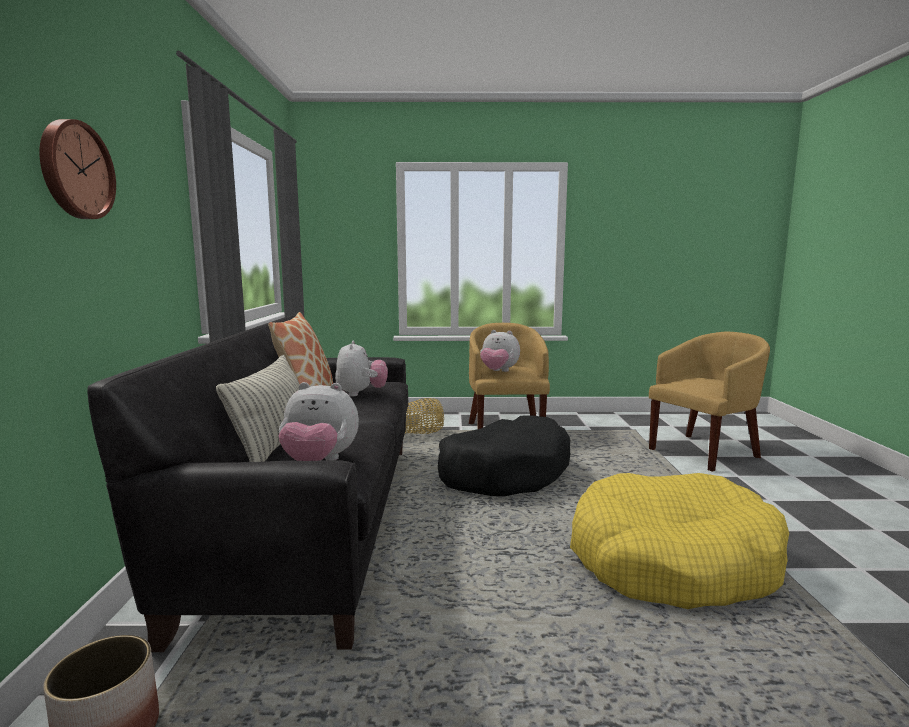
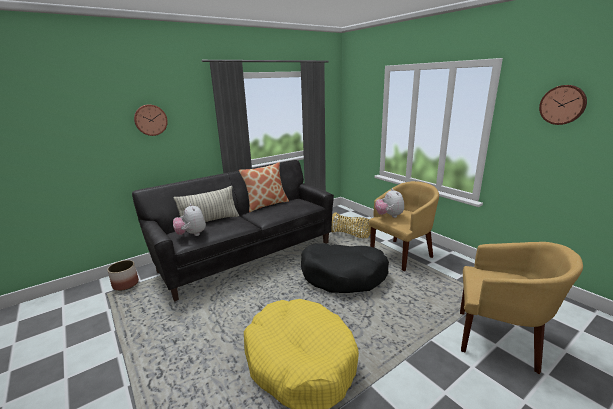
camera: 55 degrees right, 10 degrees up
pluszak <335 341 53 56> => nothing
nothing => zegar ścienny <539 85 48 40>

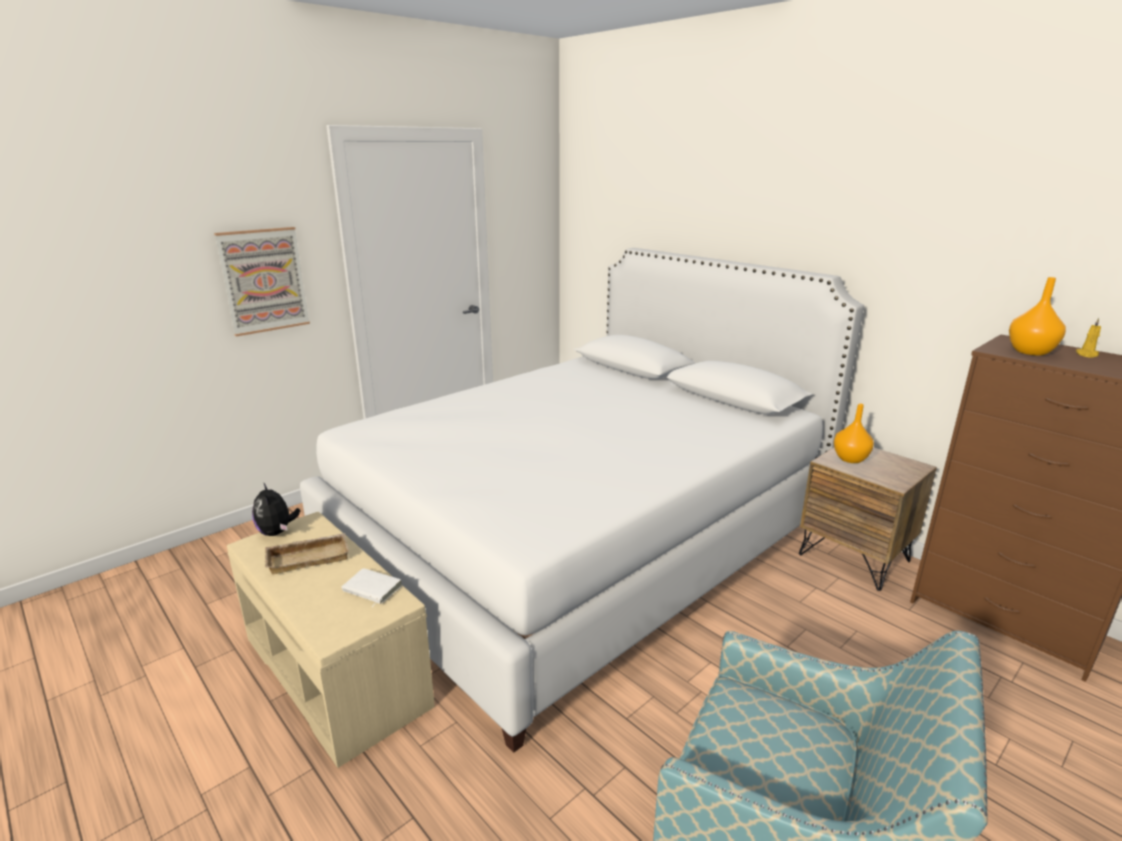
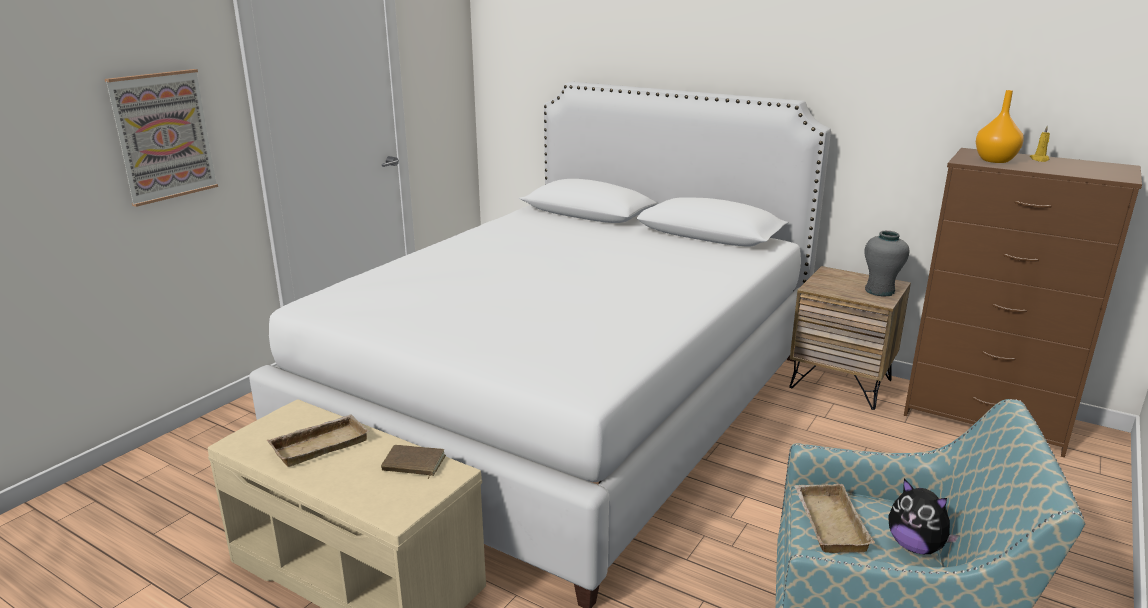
camera: 15 degrees left, 0 degrees up
pluszak <252 482 48 54> => pluszak <888 478 72 76>, shifted
książka [biały] <342 568 60 39> => książka [brązowy] <381 445 65 34>
wazon [pomarańczowy] <834 403 40 60> => nothing
nothing => taca [beżowy] <794 484 81 69>
nothing => wazon [szary] <864 231 45 65>

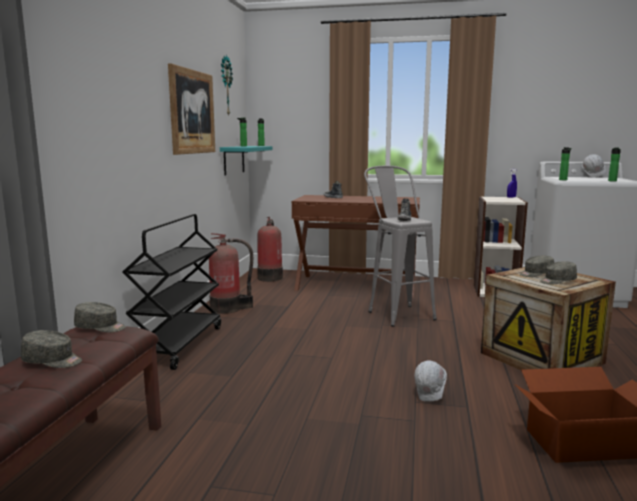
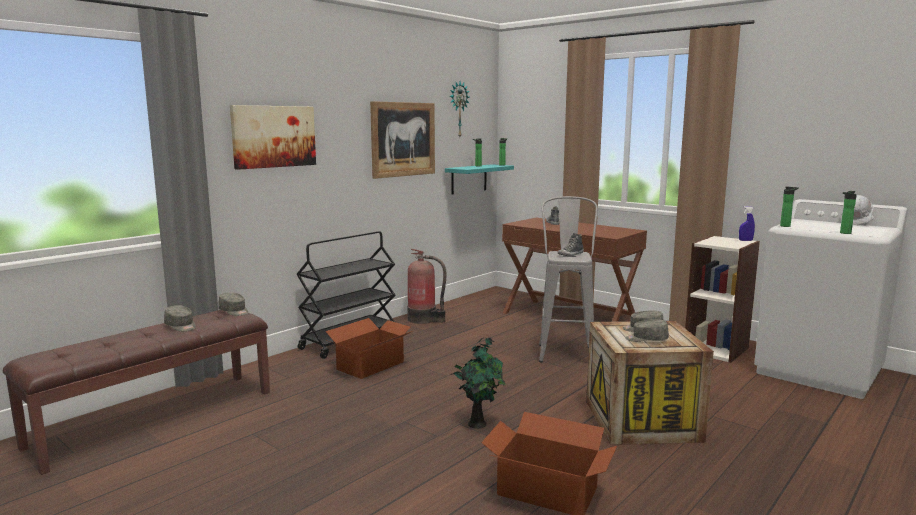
camera: 30 degrees right, 0 degrees up
gaśnica <257 217 26 65> => nothing
kask [biały] <414 360 33 42> => roślina doniczkowa <451 338 55 91>
nothing => obraz <230 105 86 65>
nothing => karton <325 318 88 61>

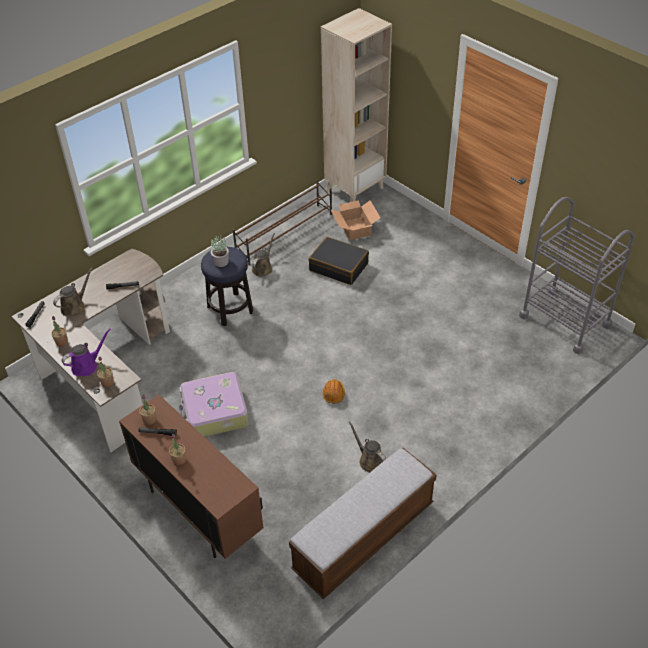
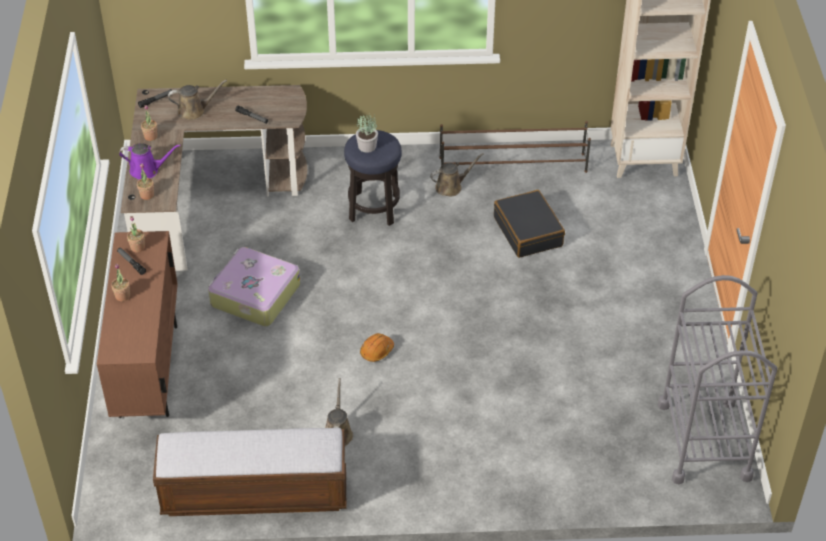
camera: 40 degrees right, 0 degrees up
karton <330 200 51 40> => nothing

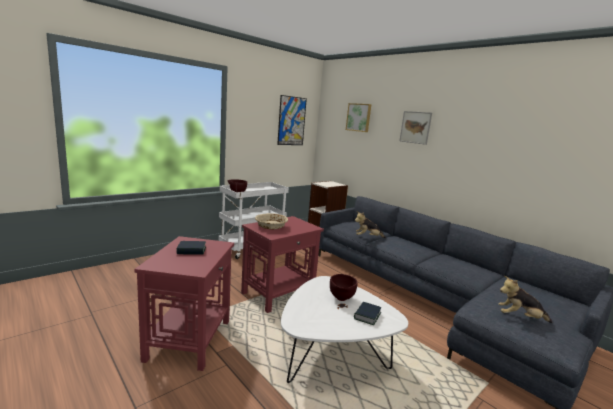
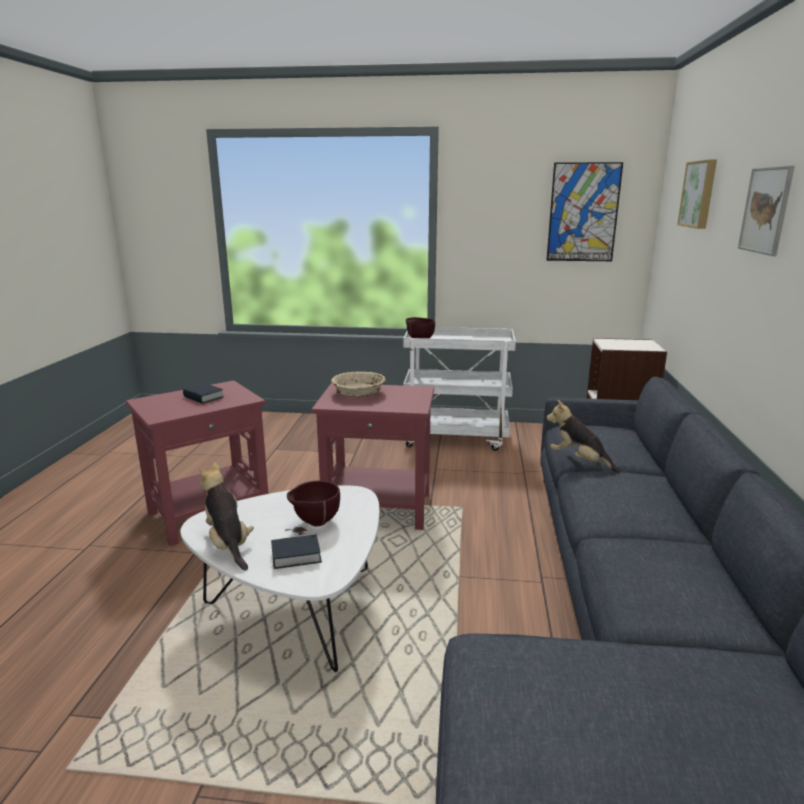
camera: 50 degrees right, 5 degrees up
pluszak <499 275 53 48> => pluszak <199 462 55 109>, shifted

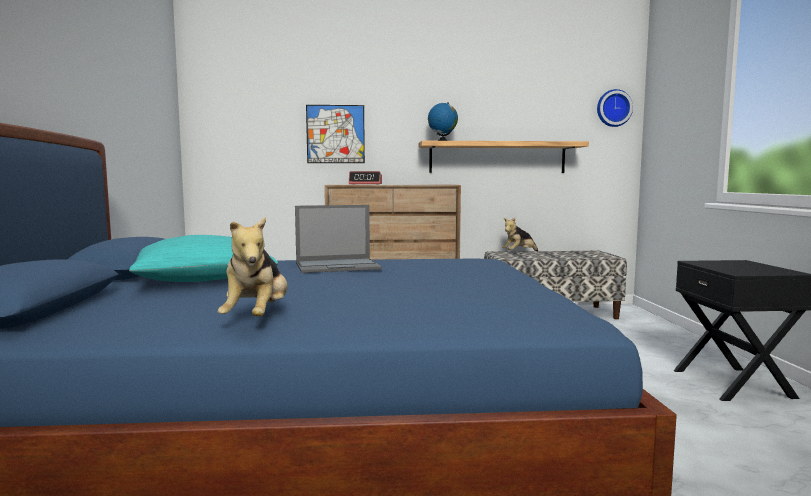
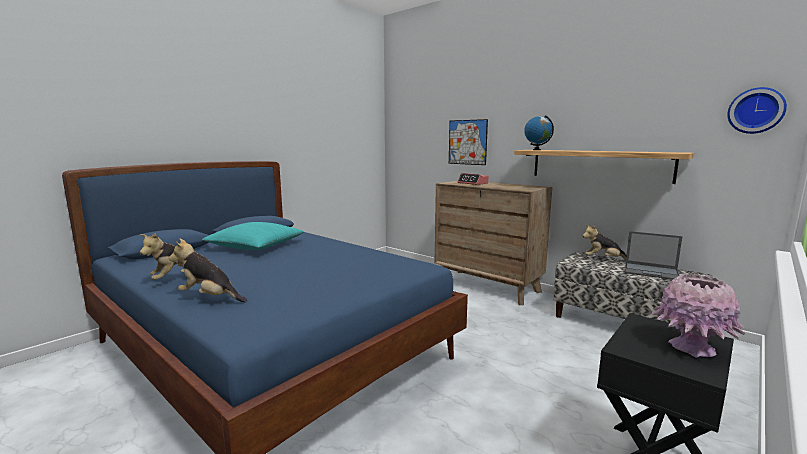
camera: 45 degrees right, 5 degrees up
laptop <295 205 87 68> => laptop <625 231 57 49>, shifted
nothing => pluszak <169 239 78 63>
nothing => wazon [różowy] <651 273 94 85>

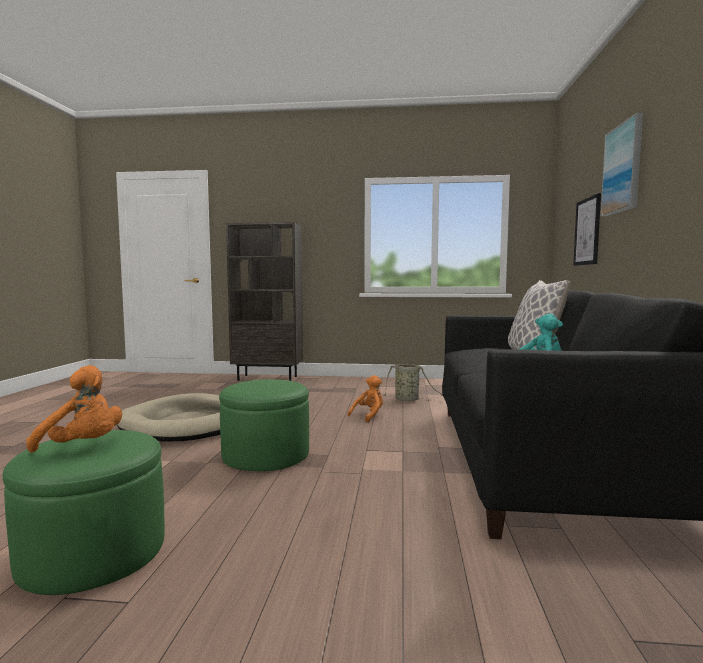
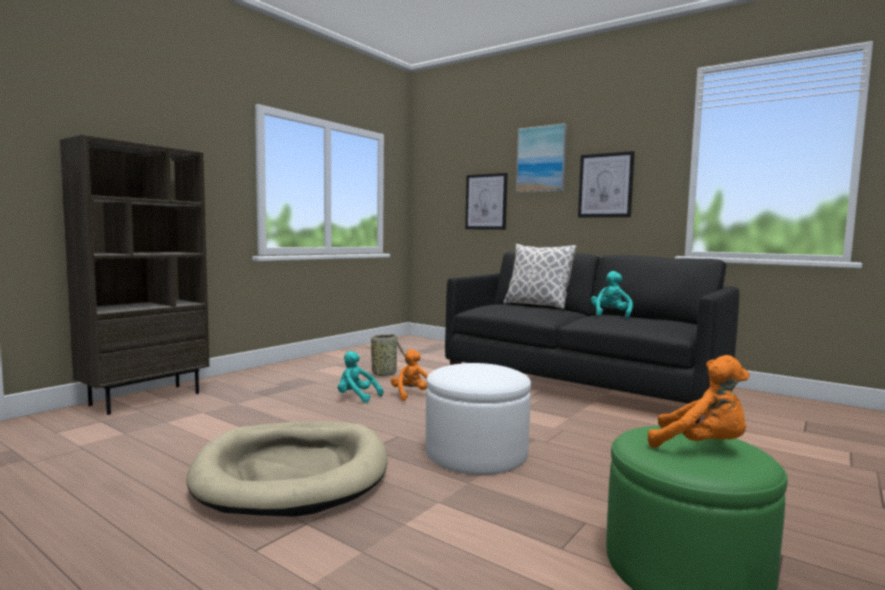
camera: 60 degrees left, 0 degrees up
pluszak [pomarańczowy] <26 365 96 88> => pluszak [pomarańczowy] <648 355 102 93>, 75 degrees clockwise
pufa [zielony] <219 379 90 92> => pufa [biały] <426 363 105 112>
nothing => pluszak [turkusowy] <338 351 45 52>
nothing => obraz <578 151 57 67>

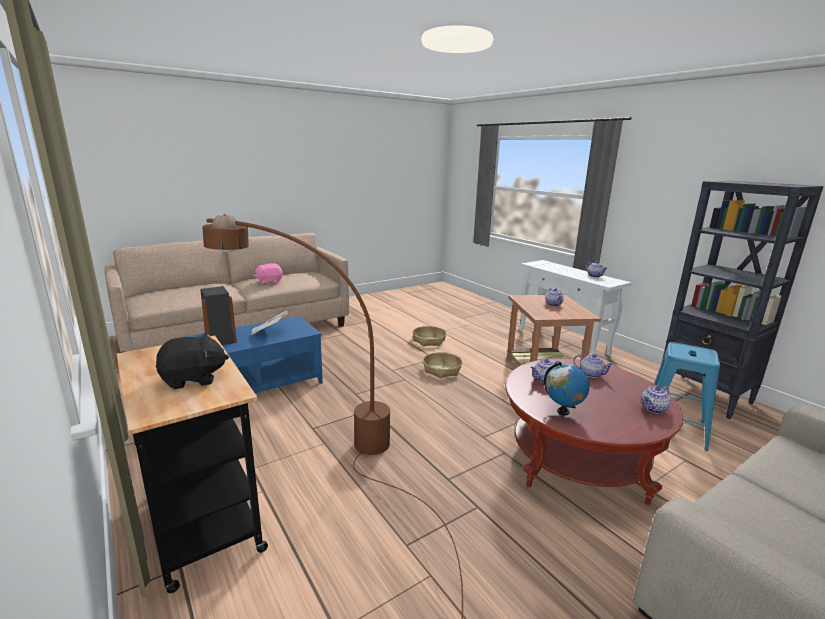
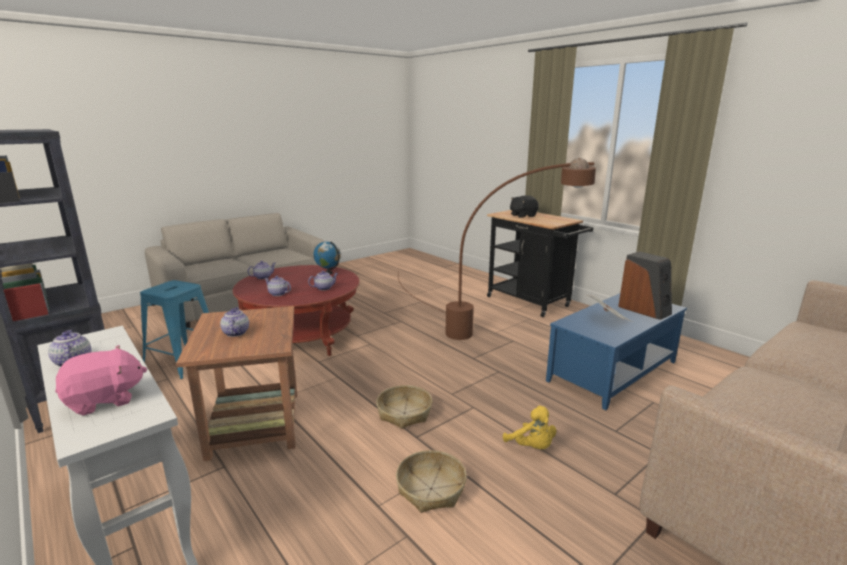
camera: 175 degrees right, 0 degrees up
pluszak [różowy] <253 263 30 22> => pluszak [różowy] <55 345 92 71>, shifted
nothing => pluszak [żółty] <503 406 53 43>

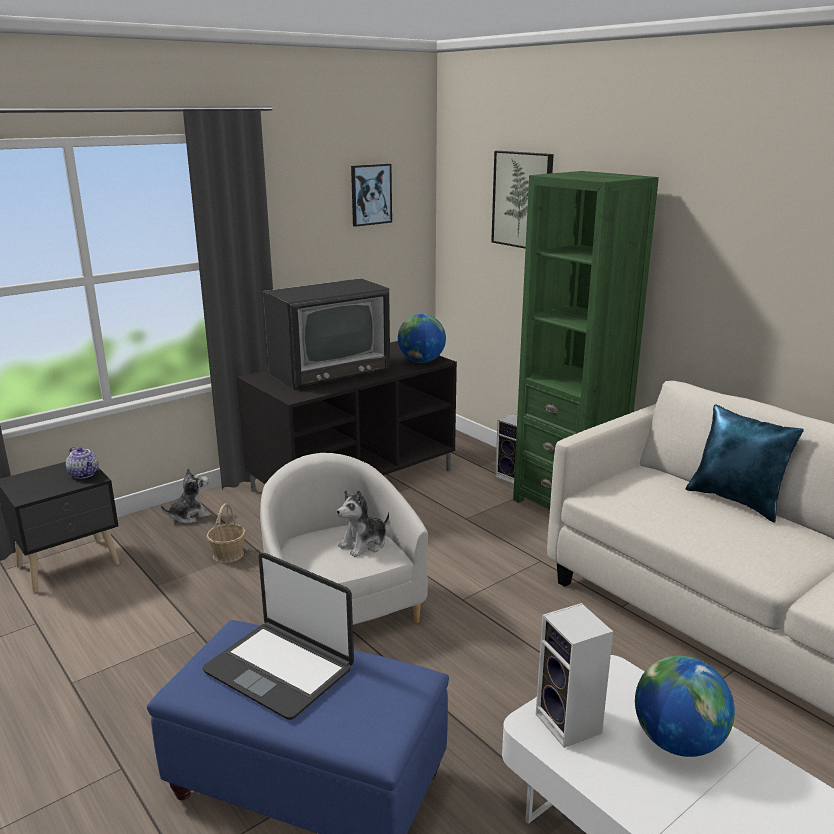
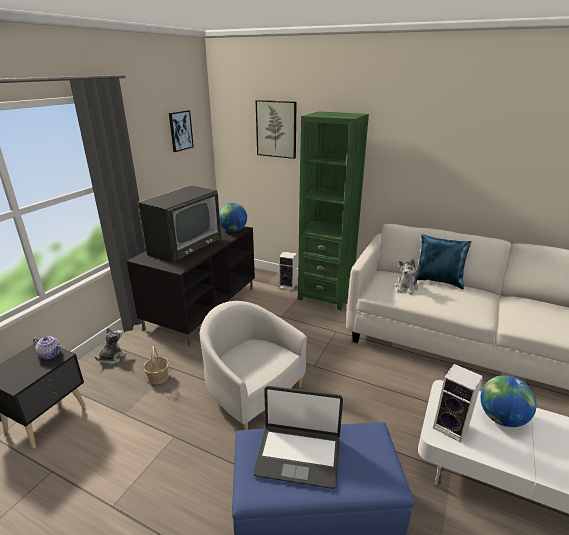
camera: 25 degrees left, 5 degrees up
pluszak <337 490 52 67> => pluszak <396 259 22 36>, shifted

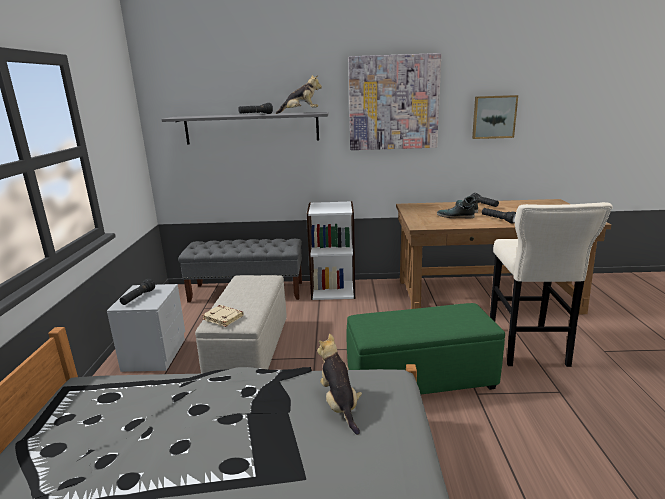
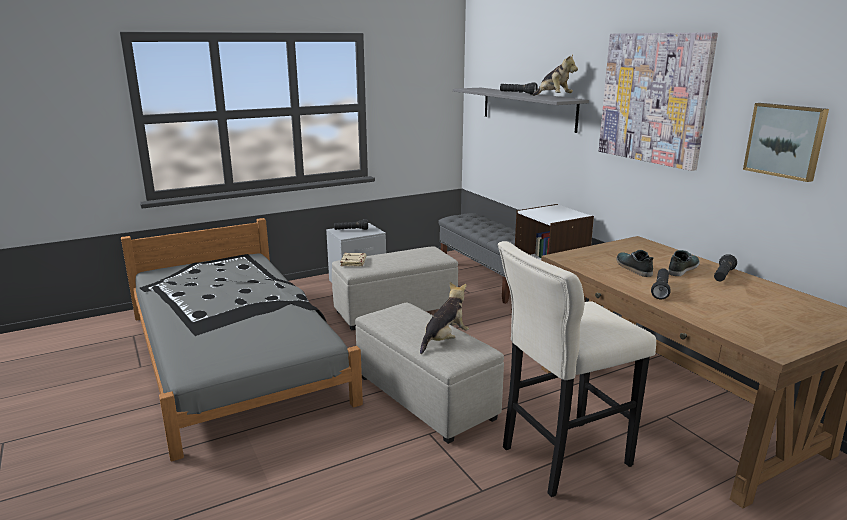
camera: 60 degrees right, 0 degrees up
pluszak <317 334 45 101> => pluszak <420 282 49 72>, shifted
pufa [zielony] <347 303 158 91> => pufa [beżowy] <355 303 149 141>

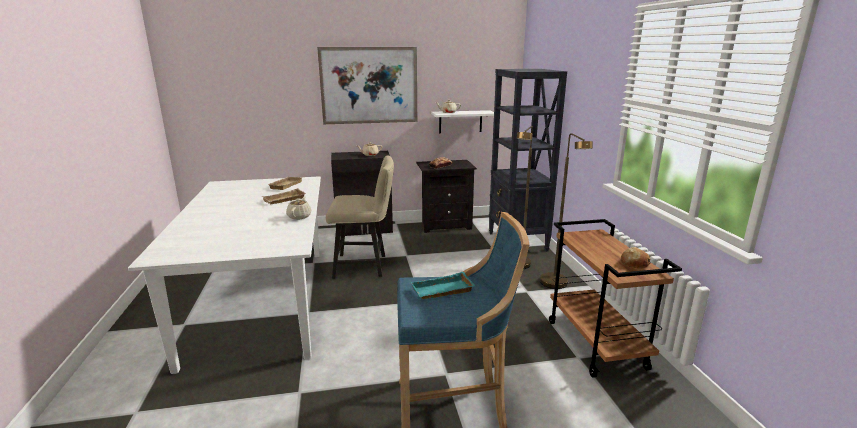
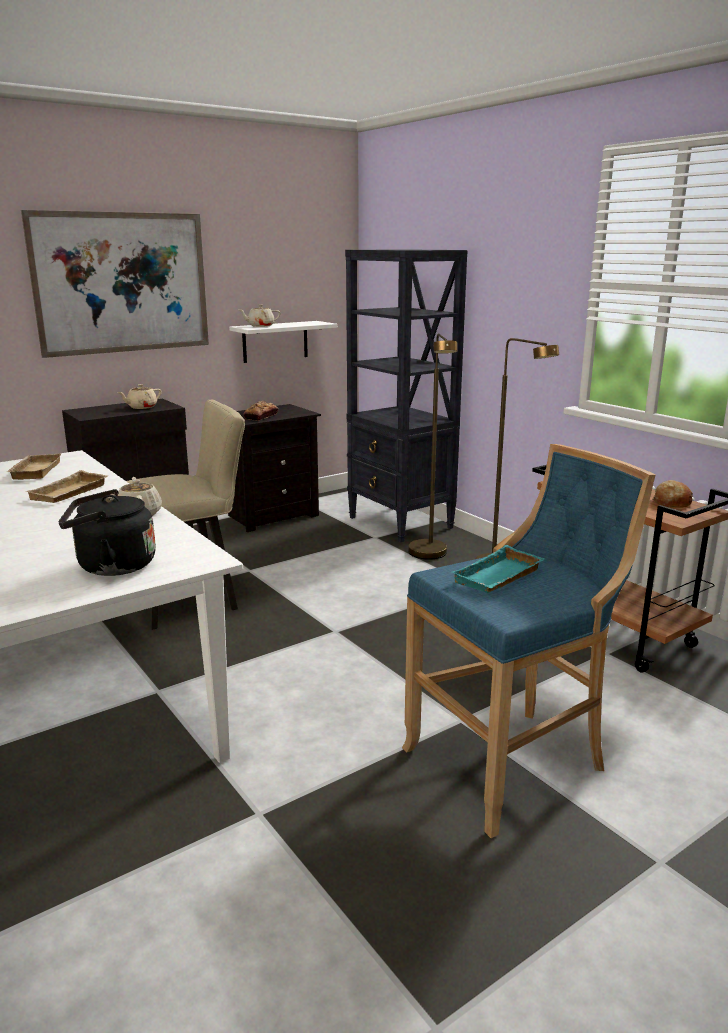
camera: 25 degrees left, 0 degrees up
nothing => czajnik [czarny] <58 489 98 87>

